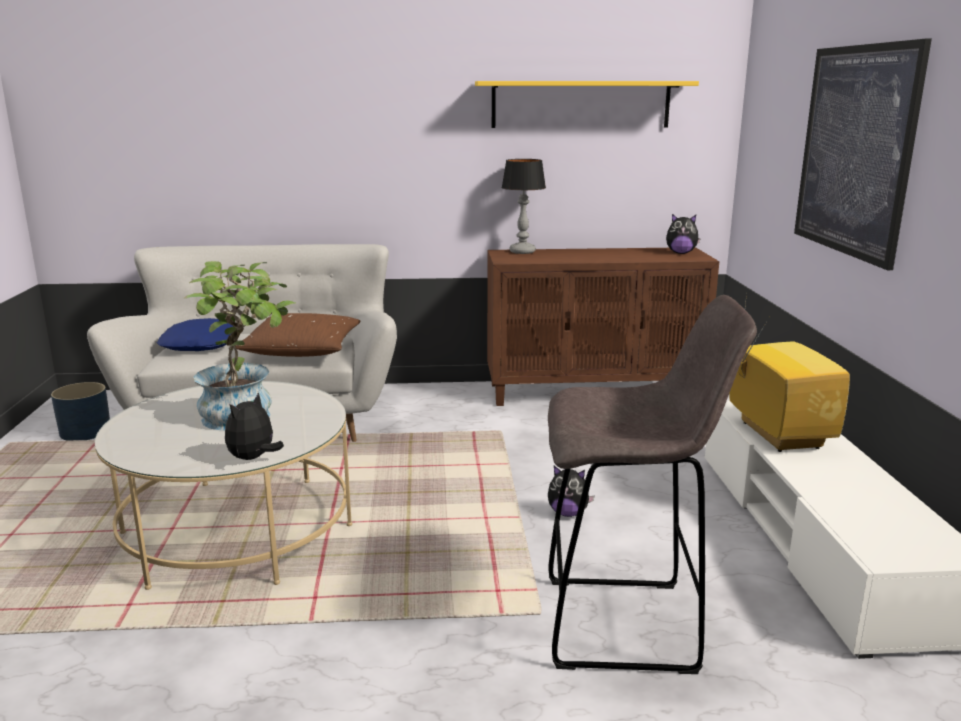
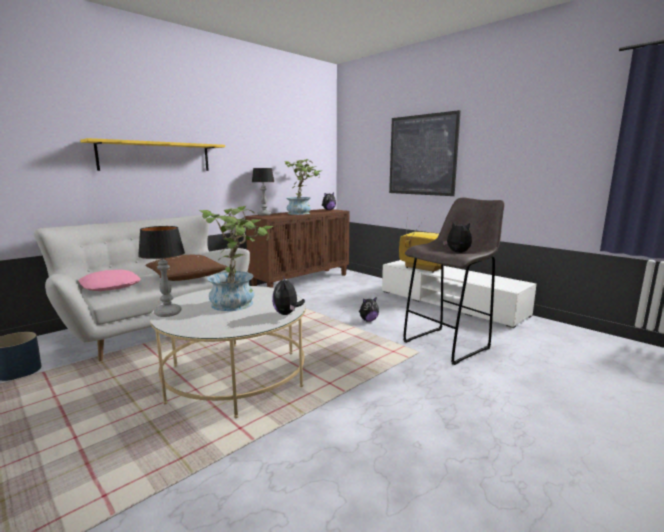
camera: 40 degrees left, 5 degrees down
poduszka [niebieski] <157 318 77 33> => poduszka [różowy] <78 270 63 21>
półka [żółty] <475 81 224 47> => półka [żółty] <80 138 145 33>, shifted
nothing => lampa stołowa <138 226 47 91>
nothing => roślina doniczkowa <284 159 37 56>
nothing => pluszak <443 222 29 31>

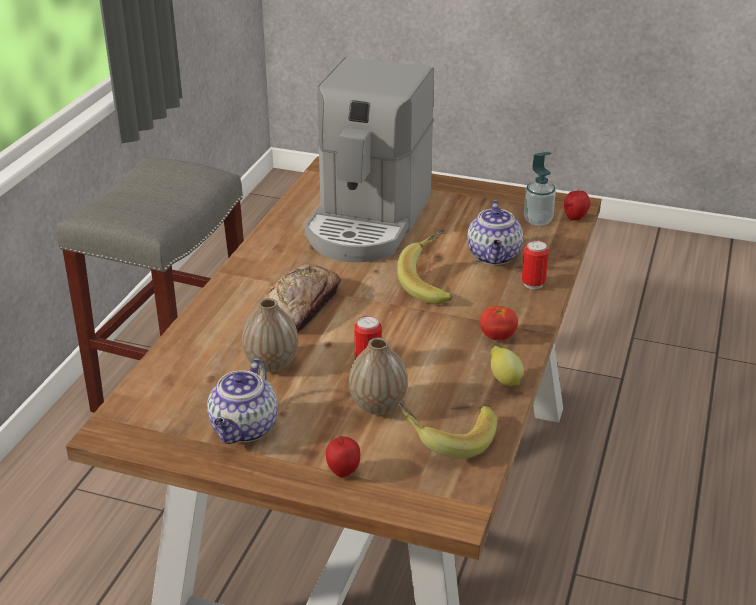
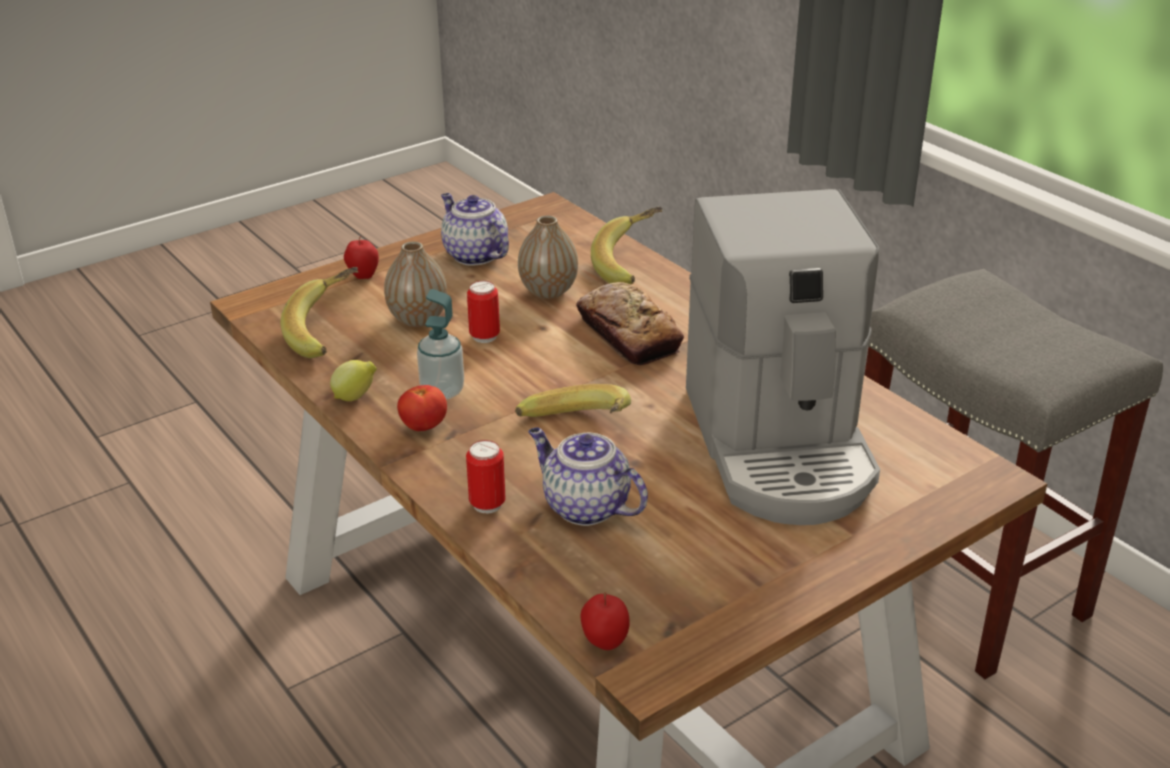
camera: 125 degrees right, 0 degrees up
ekspres do kawy <304 57 130 205> => ekspres do kawy <686 189 194 336>, 150 degrees counterclockwise
dozownik mydła <524 152 32 74> => dozownik mydła <417 289 47 111>, shifted
nothing => banan <591 207 71 77>

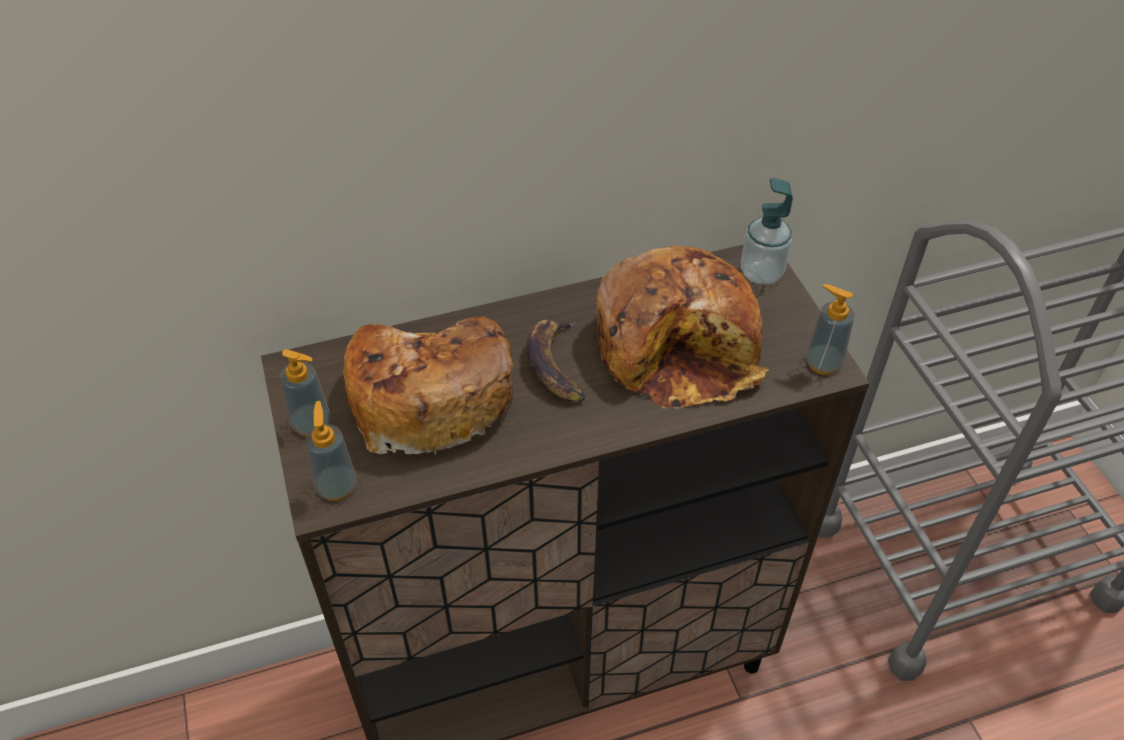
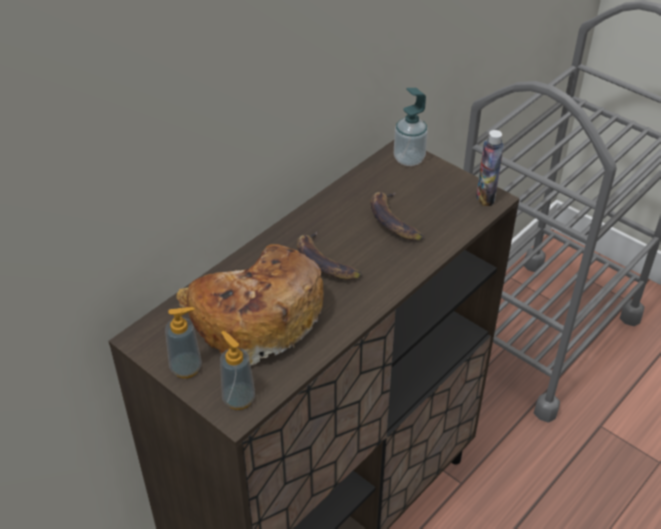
camera: 30 degrees left, 5 degrees down
chleb <596 246 174 163> => banan <370 192 54 49>
dozownik mydła <806 284 49 91> => butelka <476 130 28 76>

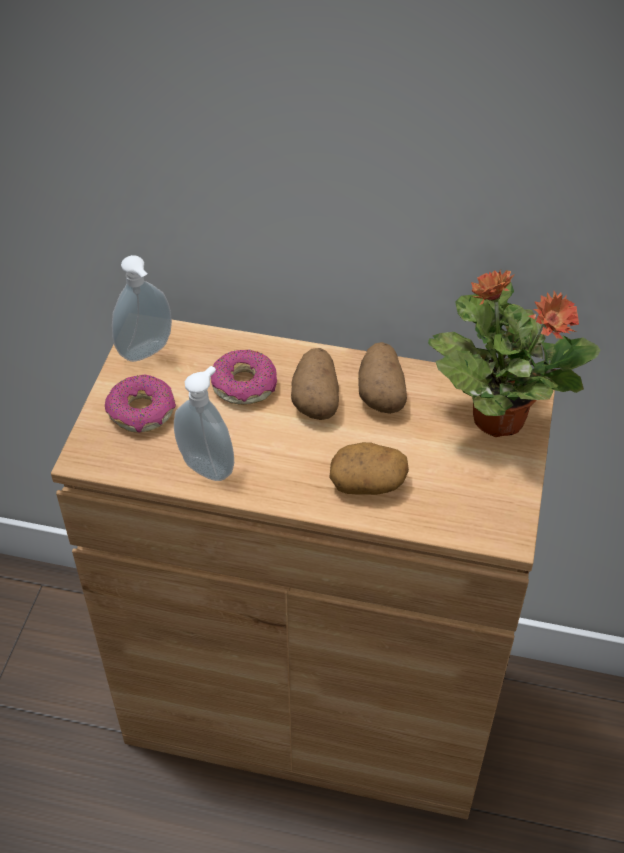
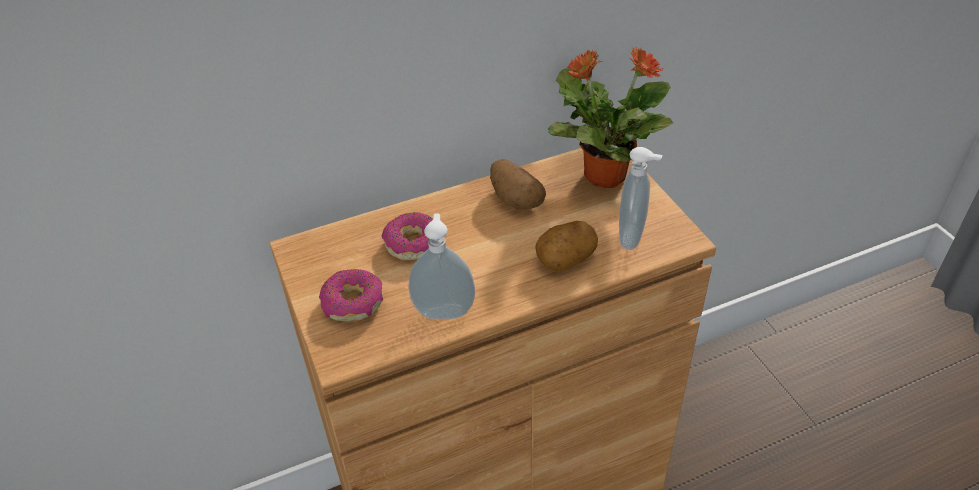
camera: 35 degrees left, 5 degrees down
dozownik mydła <112 255 60 107> => dozownik mydła <619 147 43 103>, shifted
ziemniak <291 348 48 72> => nothing

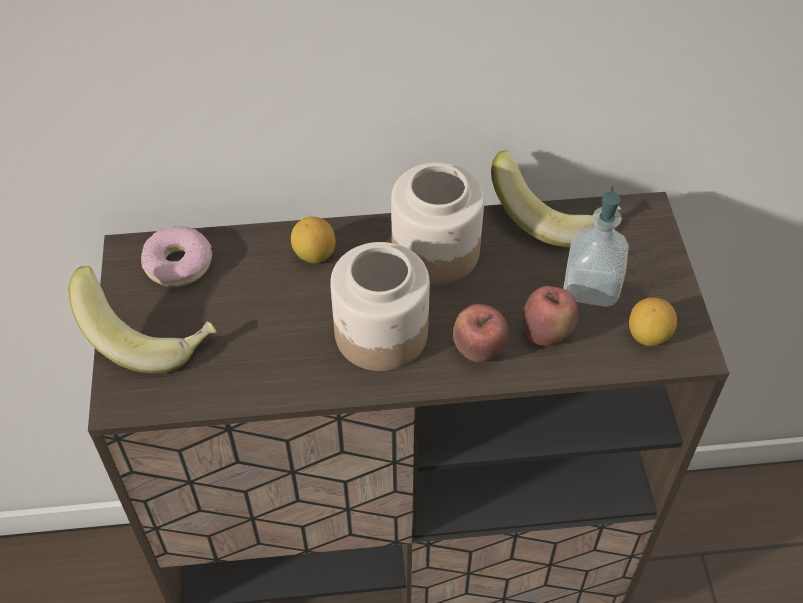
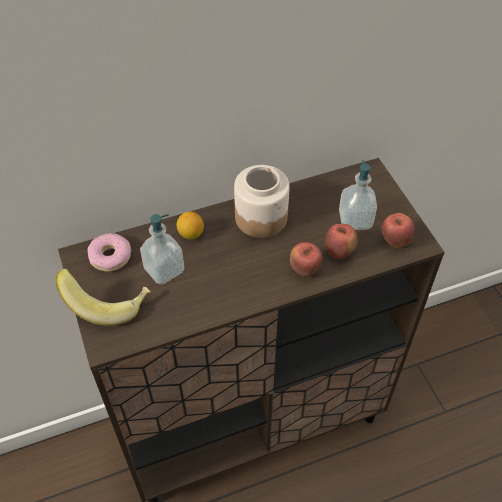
camera: 15 degrees left, 0 degrees up
słoik <330 242 100 129> => nothing
banan <491 150 130 97> => nothing
cytryna <629 297 48 49> => jabłko <382 213 33 35>
nothing => dozownik mydła <140 214 44 70>

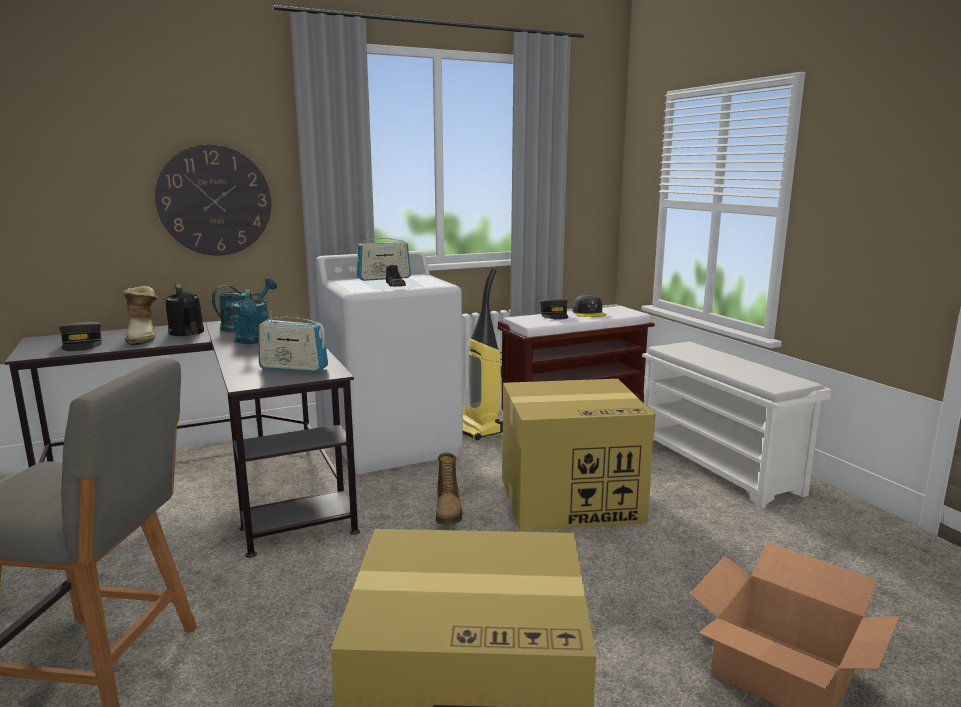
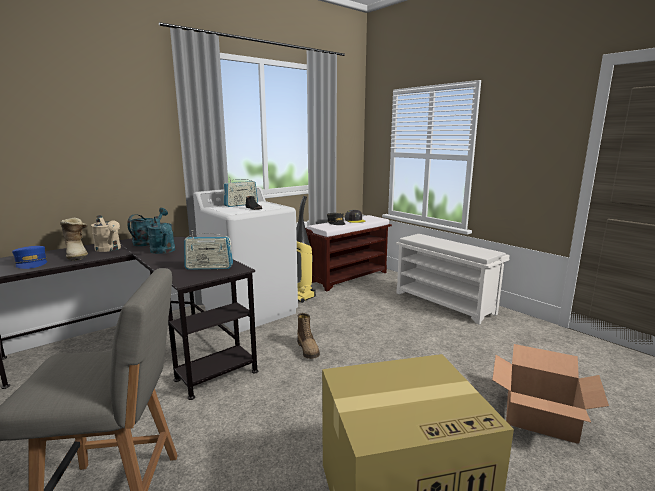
camera: 15 degrees left, 0 degrees up
czapka z daszkiem [szary] <59 322 43 29> => czapka z daszkiem [niebieski] <12 246 35 23>
zegar ścienny <155 145 116 111> => nothing
konewka [czarny] <164 284 40 52> => konewka [beżowy] <91 215 30 37>
karton <502 379 153 152> => nothing

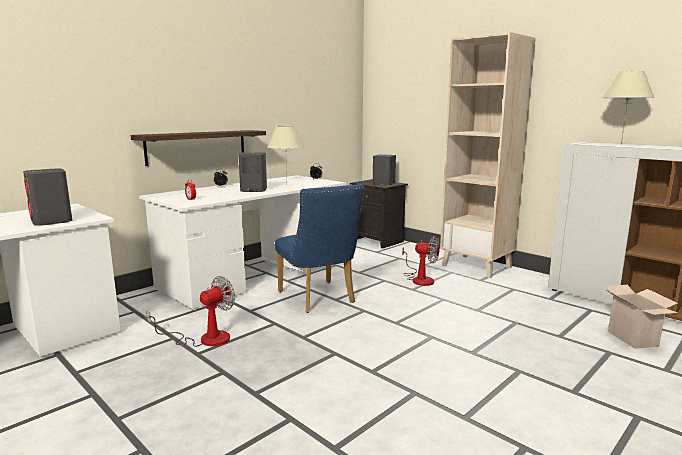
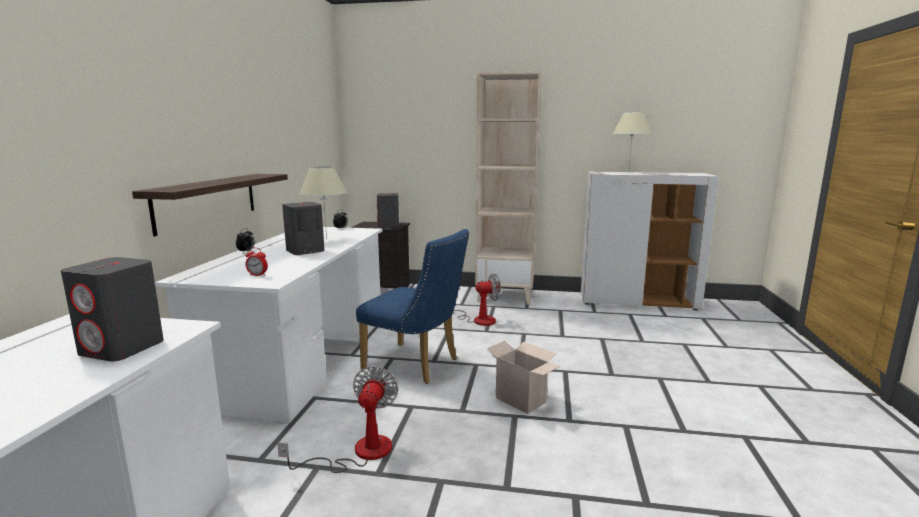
camera: 35 degrees left, 0 degrees up
karton <605 285 73 64> => karton <487 341 74 73>, shifted

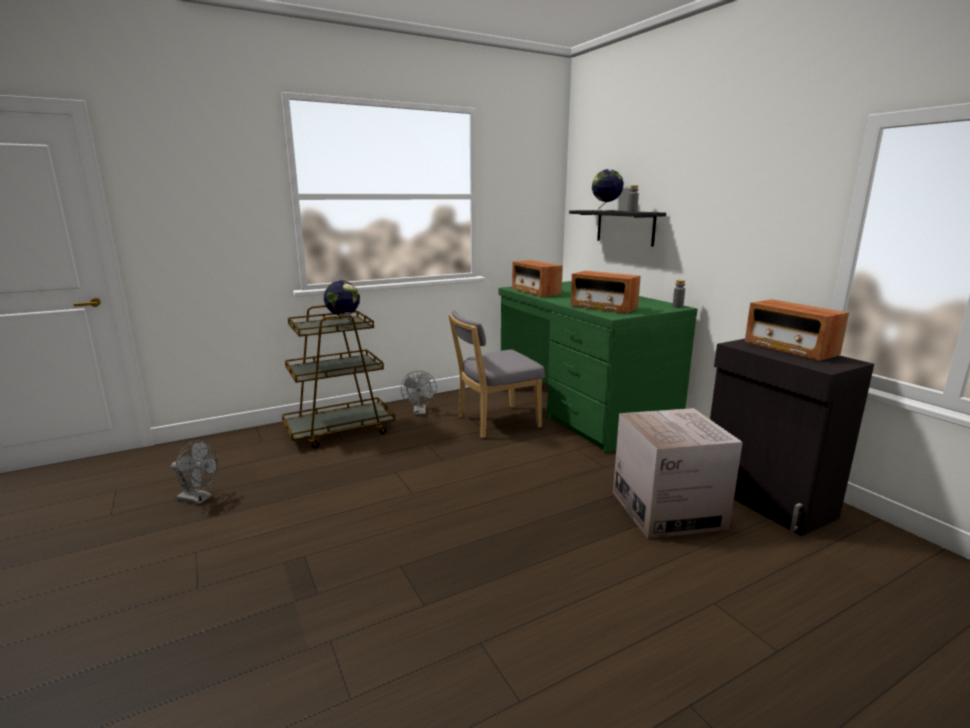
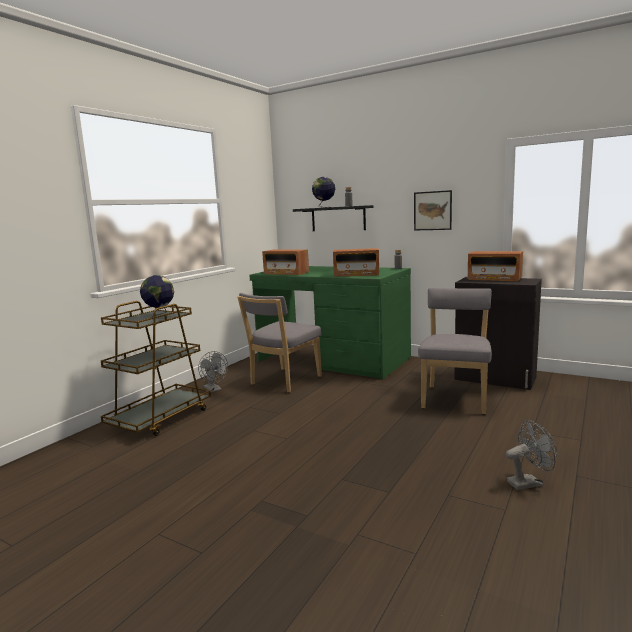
camera: 30 degrees left, 5 degrees down
wentylator [szary] <171 440 47 64> => wentylator [szary] <506 420 51 70>, shifted
karton <613 408 130 131> => krzesło [szary] <418 288 74 126>
nothing => obraz <414 190 38 41>

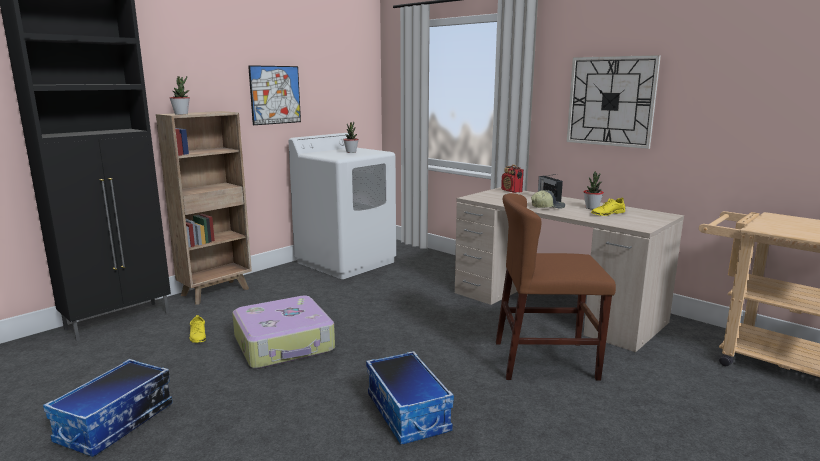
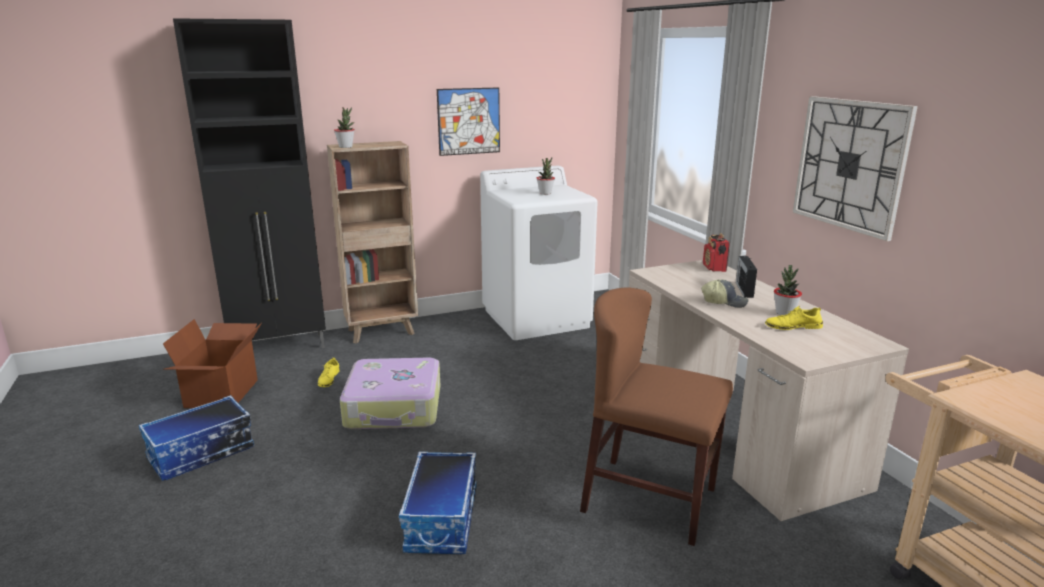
camera: 25 degrees right, 5 degrees up
nothing => karton <163 319 99 89>

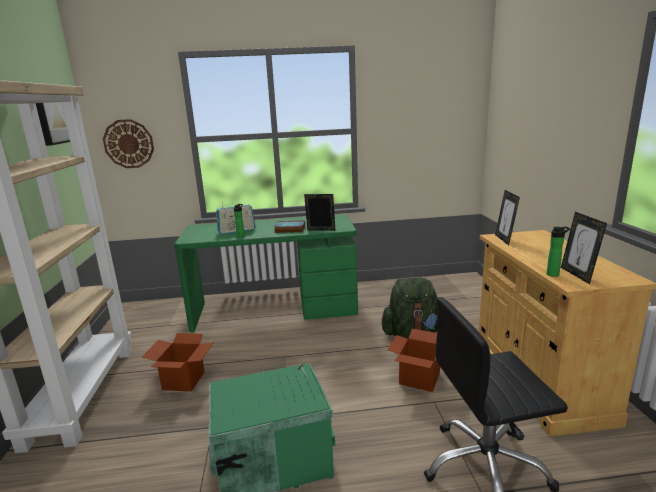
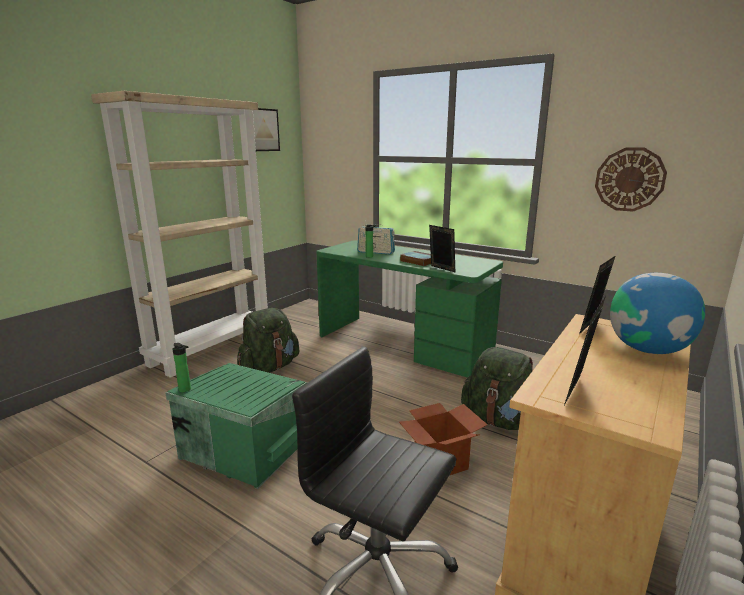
camera: 40 degrees right, 0 degrees up
zegar ścienny <103 119 51 49> => zegar ścienny <595 147 72 65>, shifted
karton <142 333 71 59> => plecak [zielony] <237 308 62 65>
butelka <547 226 24 51> => butelka <173 343 18 49>, shifted
nothing => globus <610 273 95 81>

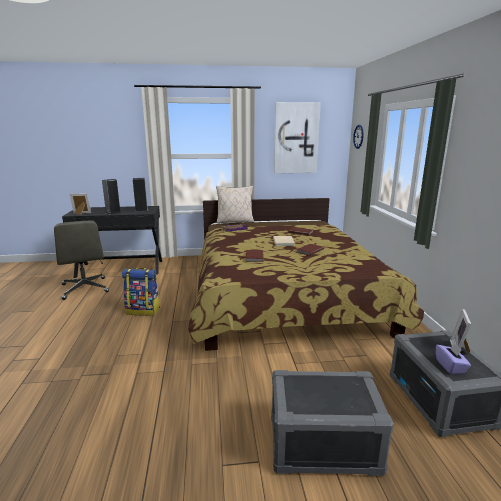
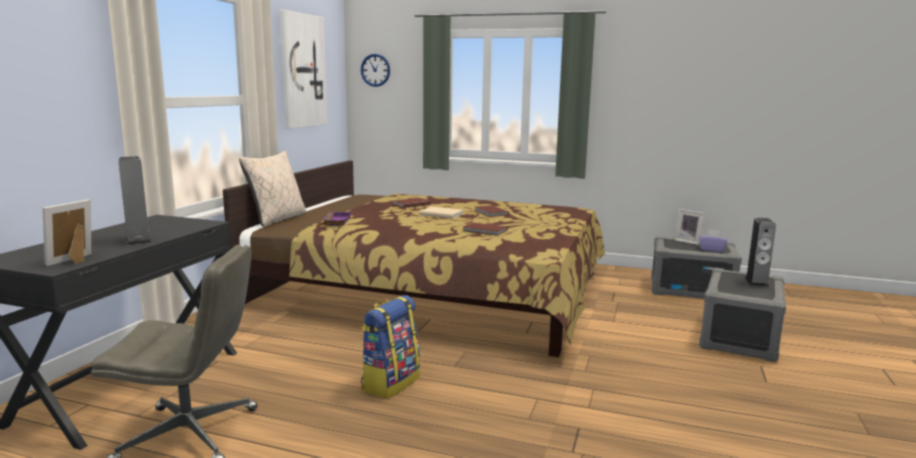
camera: 65 degrees left, 5 degrees down
głośnik <133 178 15 33> => głośnik <745 218 31 69>, shifted

